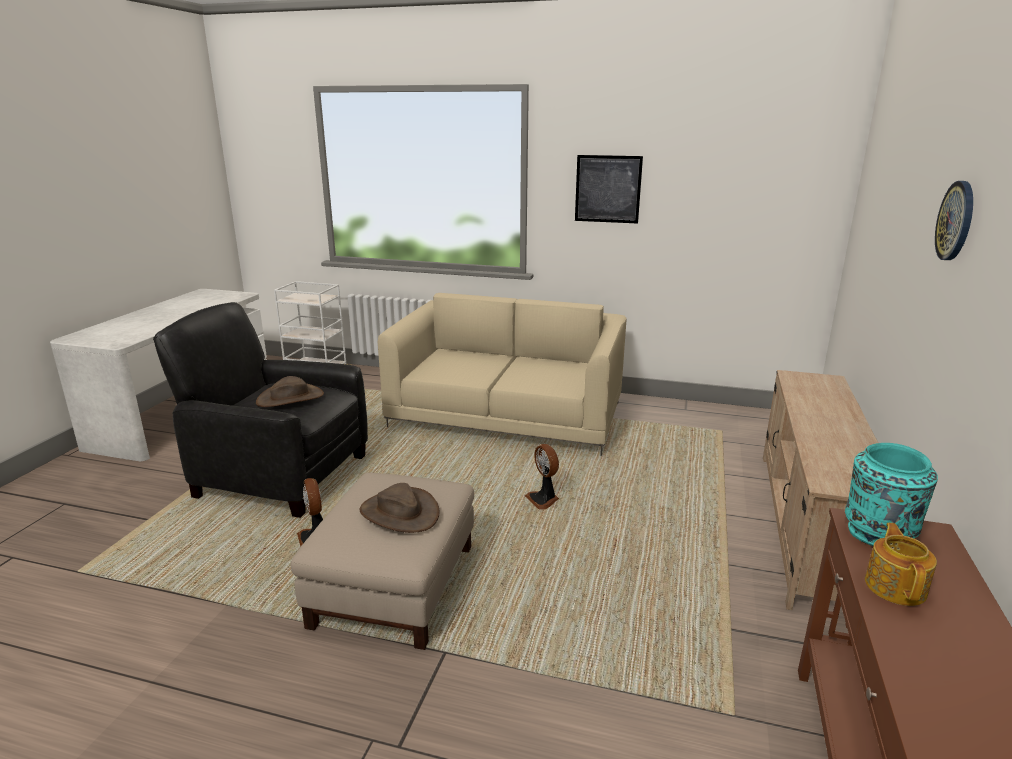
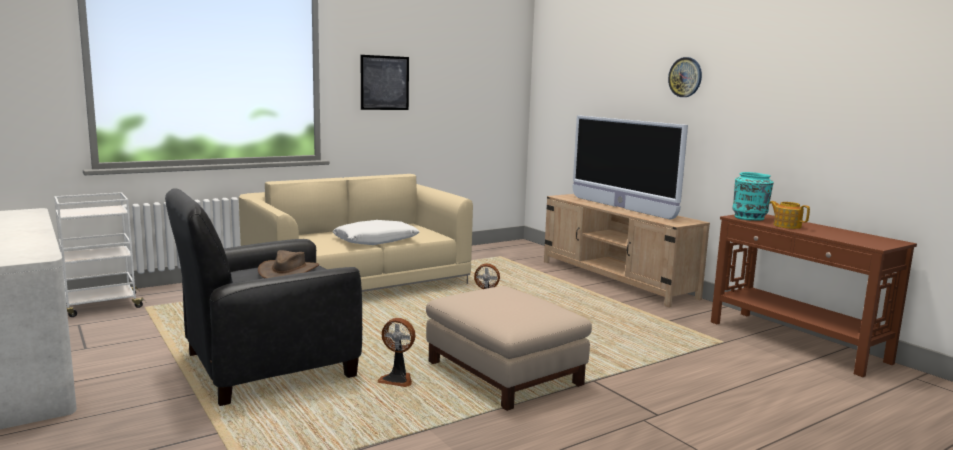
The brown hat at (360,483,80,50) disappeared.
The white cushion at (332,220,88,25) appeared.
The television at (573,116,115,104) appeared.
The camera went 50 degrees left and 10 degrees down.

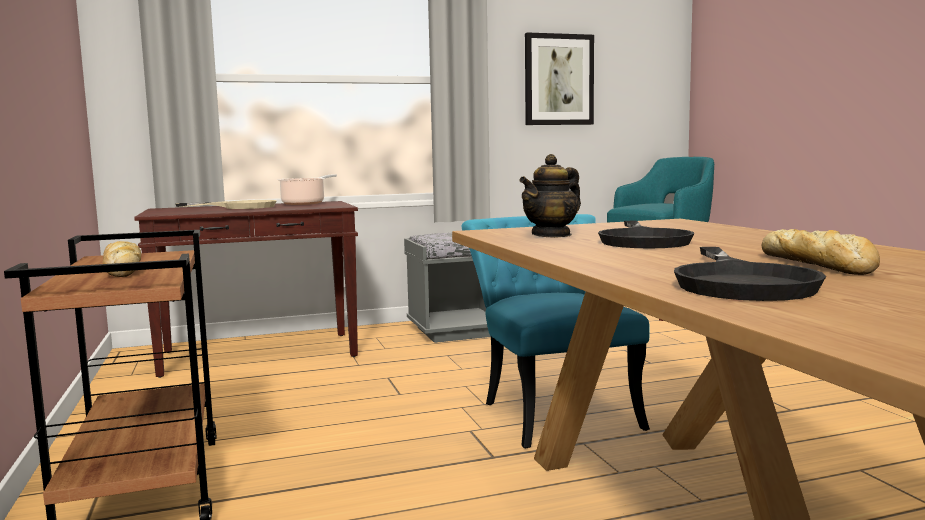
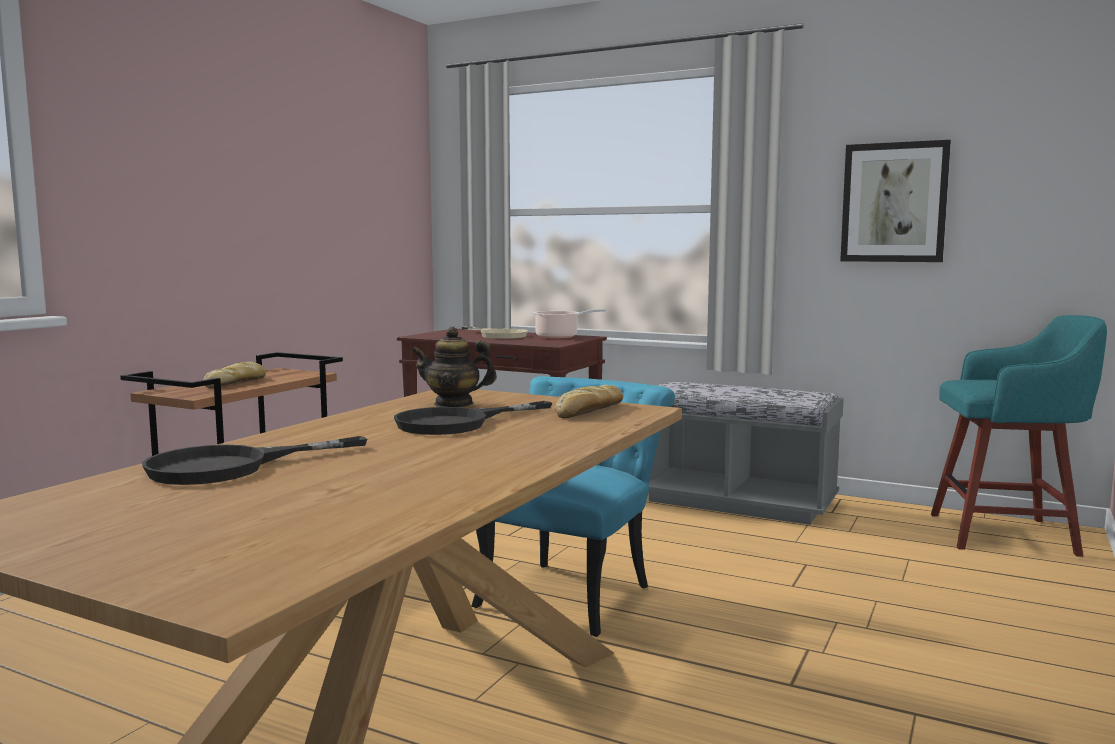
The baked bread moved from (762,229,118,46) to (555,385,68,33).
The camera went 45 degrees right and 0 degrees up.

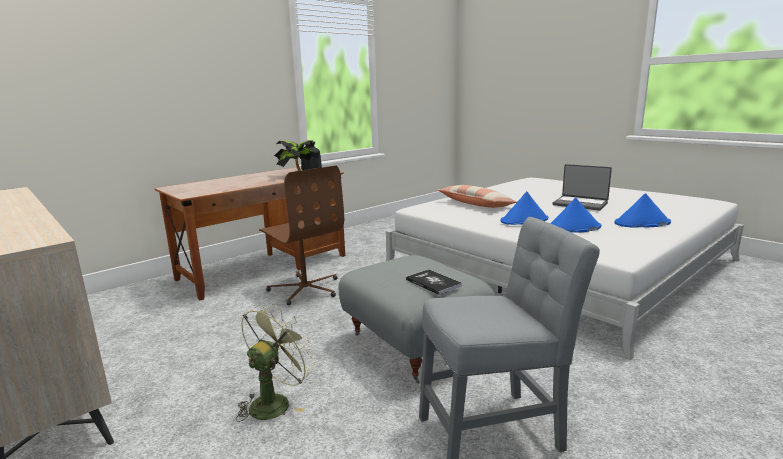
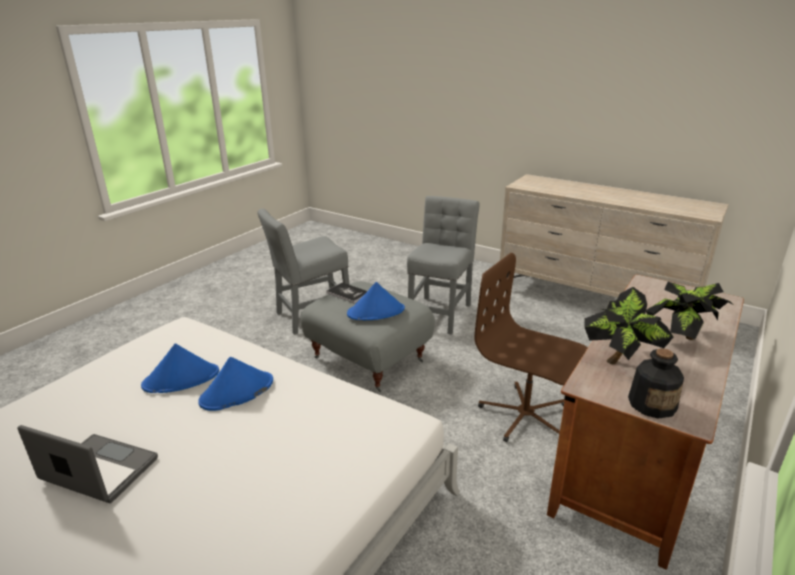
The greenish cooling fan at (236,304,80,118) was replaced by the gray chair at (407,196,73,139).
The cushion at (438,185,79,23) disappeared.
The bluish hat moved from (614,193,57,34) to (347,282,58,38).
The houseplant at (646,282,87,58) appeared.
The camera went 165 degrees right and 10 degrees up.

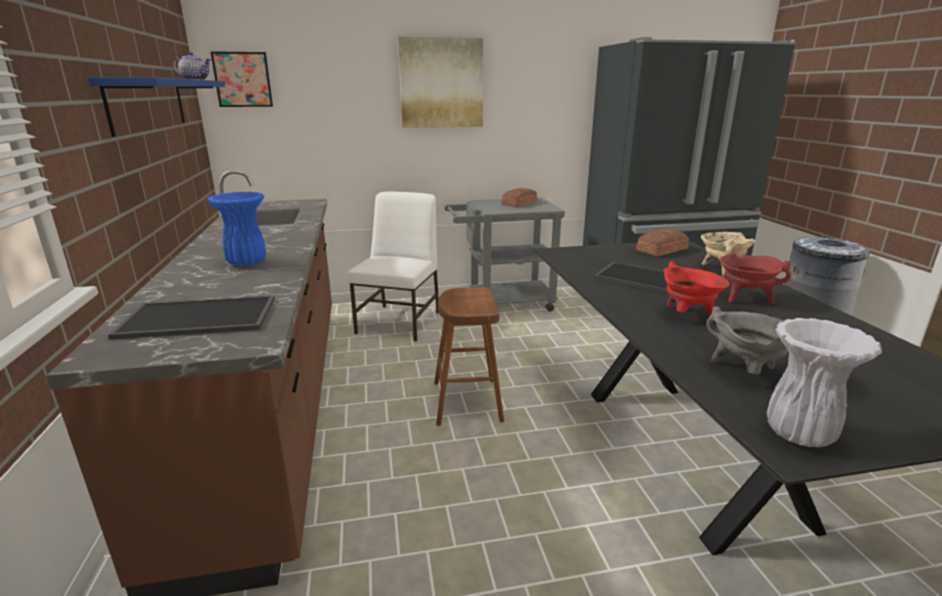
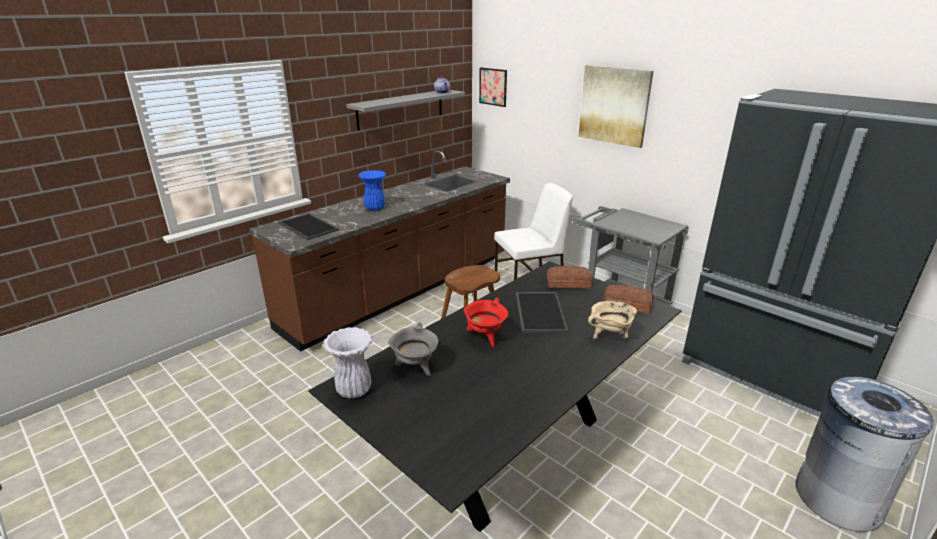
The bluish shelf at (88,77,137,60) became the gray shelf at (346,90,119,41).
The baked bread moved from (501,188,36,19) to (547,266,45,23).
The red saucepot at (720,253,71,51) disappeared.
The camera went 55 degrees right and 5 degrees up.

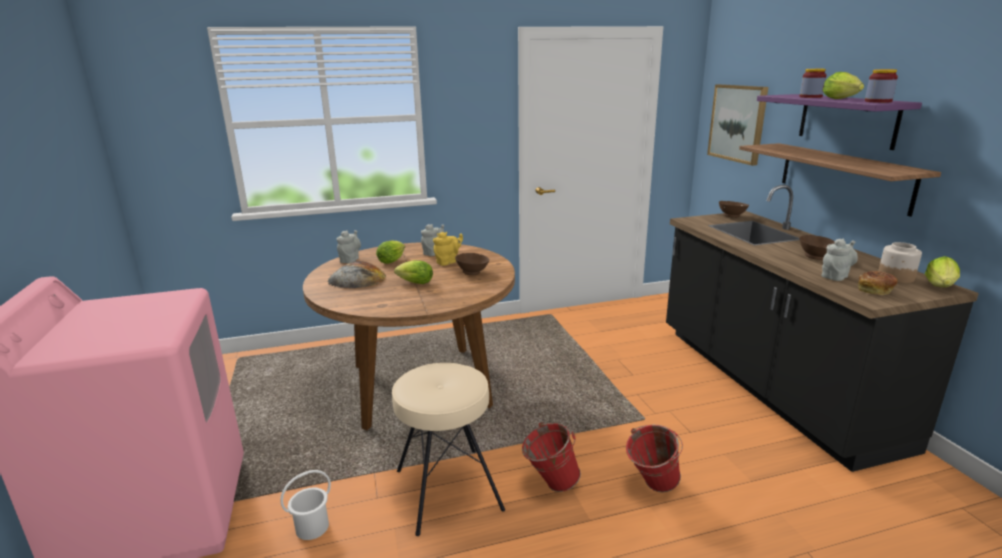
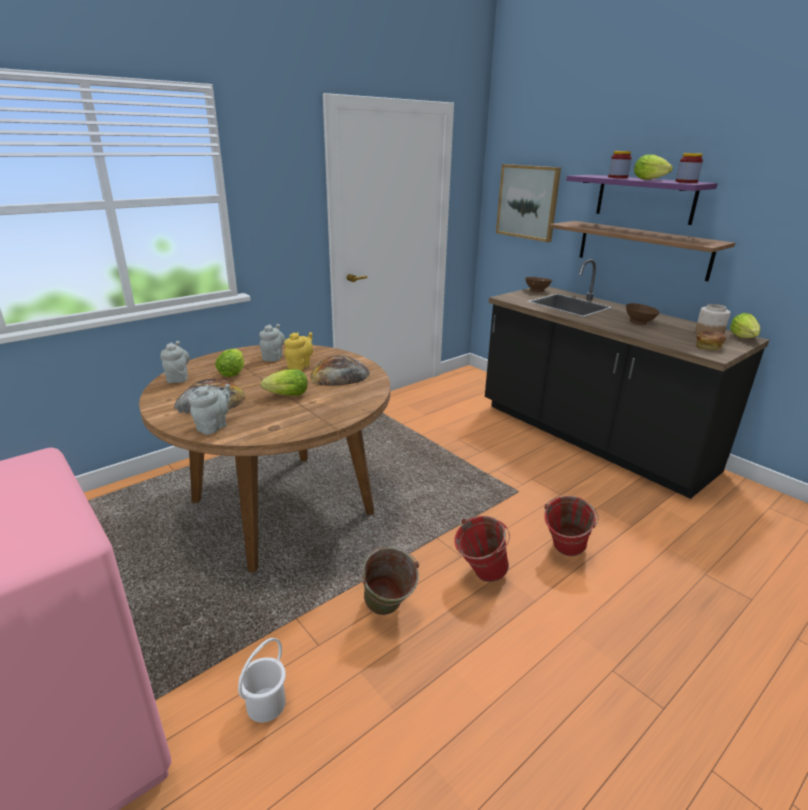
The sand-coloured stool seat at (392,363,113,173) was replaced by the greenish bucket at (359,547,60,68).
The brown serving bowl at (455,253,34,22) was replaced by the baked bread at (310,355,60,31).
The gray tea pot moved from (822,239,36,42) to (189,384,41,51).
The camera went 25 degrees left and 5 degrees up.

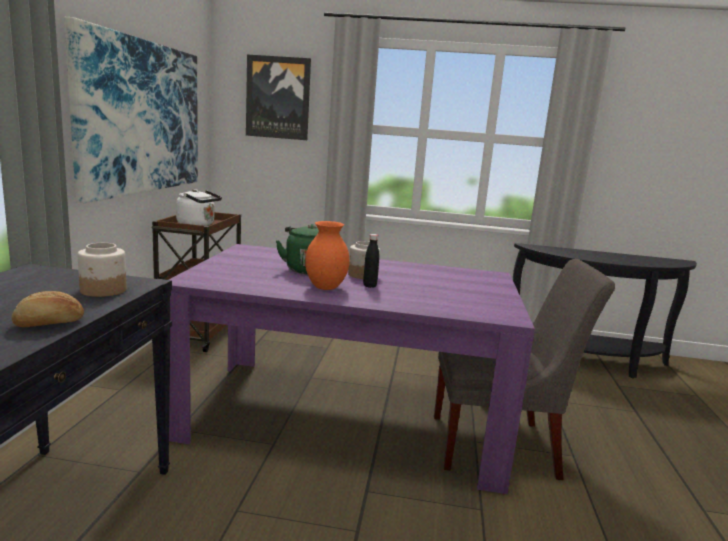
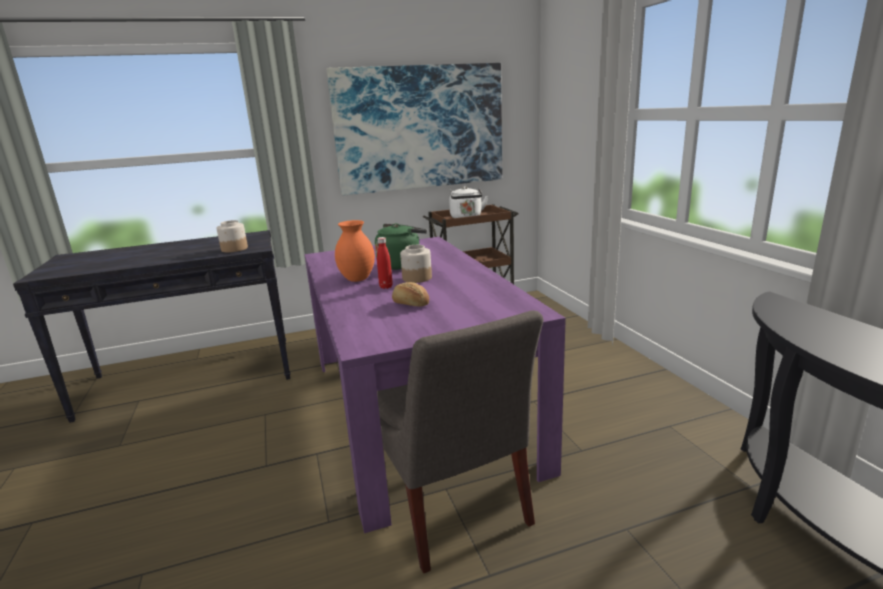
The baked bread moved from (12,291,72,36) to (392,282,37,25).
The wall art at (246,54,65,86) disappeared.
The black-coloured bottle at (363,234,16,54) became the red bottle at (377,237,16,52).
The camera went 65 degrees right and 5 degrees up.

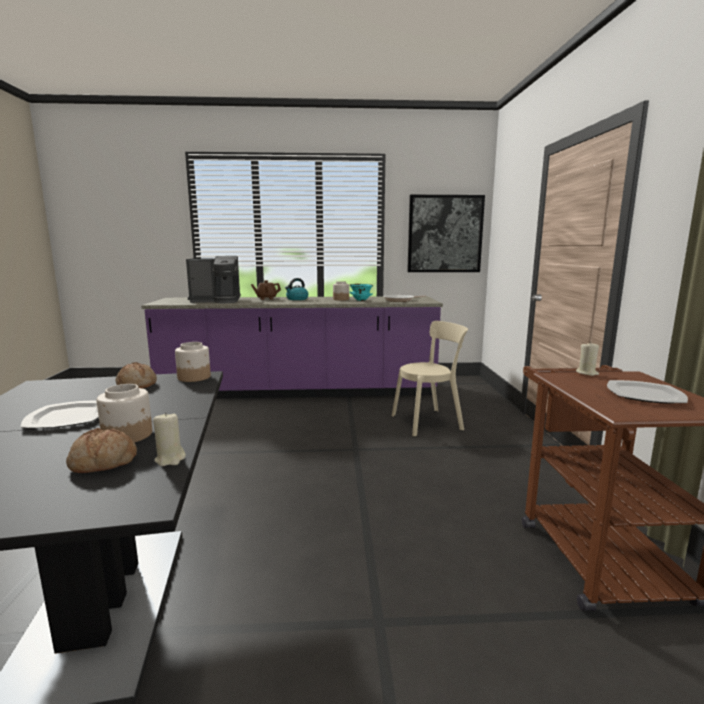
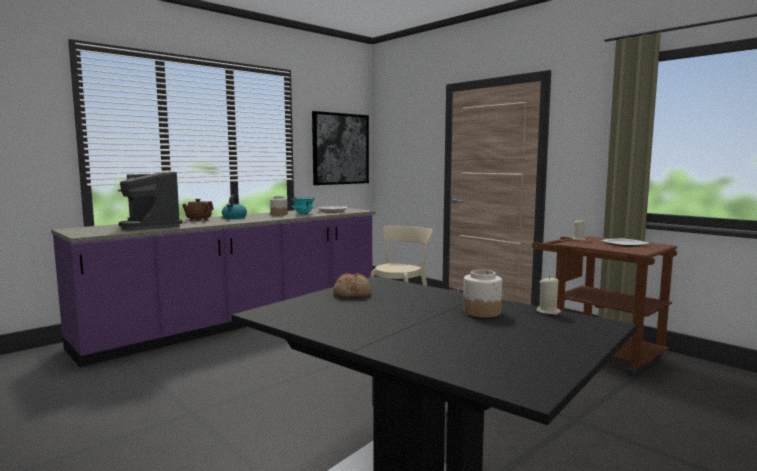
The flat dish at (20,401,79,27) disappeared.
The baked bread at (66,428,71,45) disappeared.
The storage jar at (175,342,36,40) disappeared.
The coffee machine at (186,256,55,47) turned 105 degrees clockwise.
The camera went 40 degrees left and 5 degrees down.

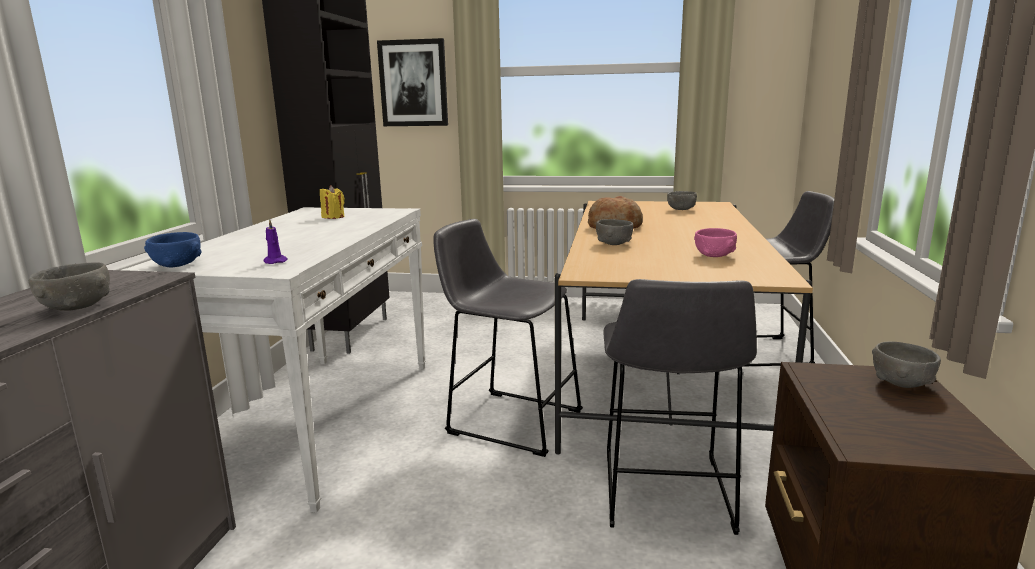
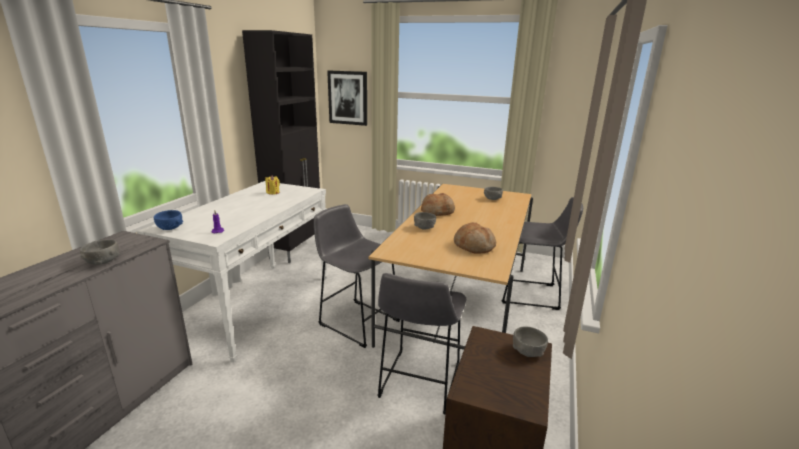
The pinkish serving bowl at (694,228,43,29) was replaced by the baked bread at (454,222,42,32).
The camera went 10 degrees right and 5 degrees up.

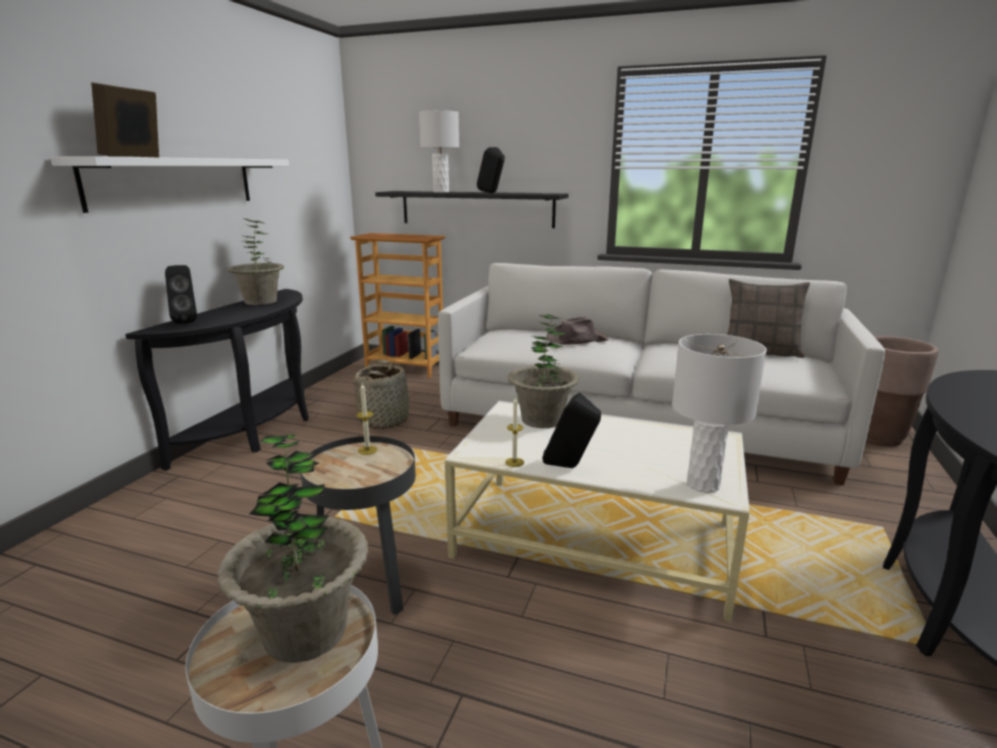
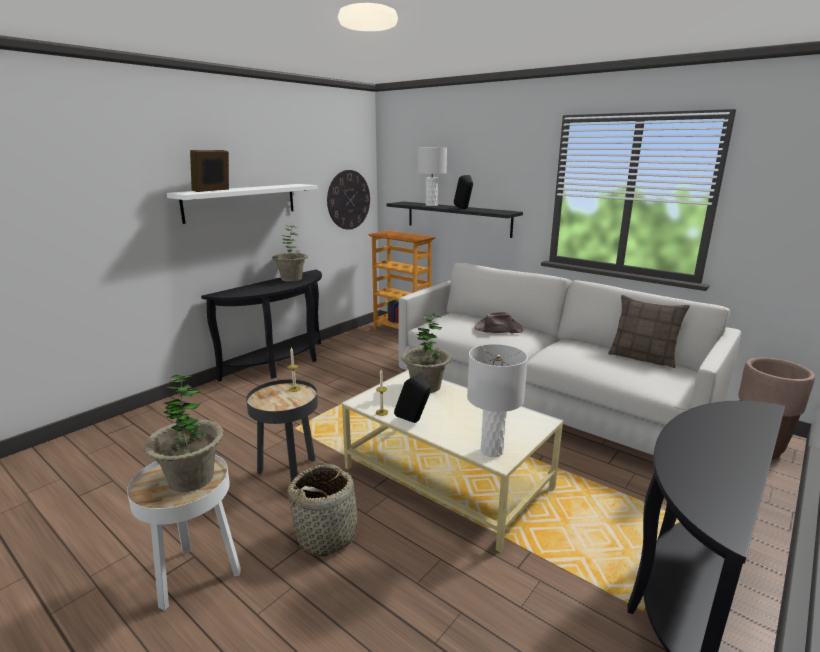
The black-coloured audio speaker at (165,265,32,59) disappeared.
The storage basket moved from (354,360,55,69) to (287,463,78,93).
The wall clock at (327,170,43,60) appeared.
The camera went 20 degrees right and 0 degrees up.

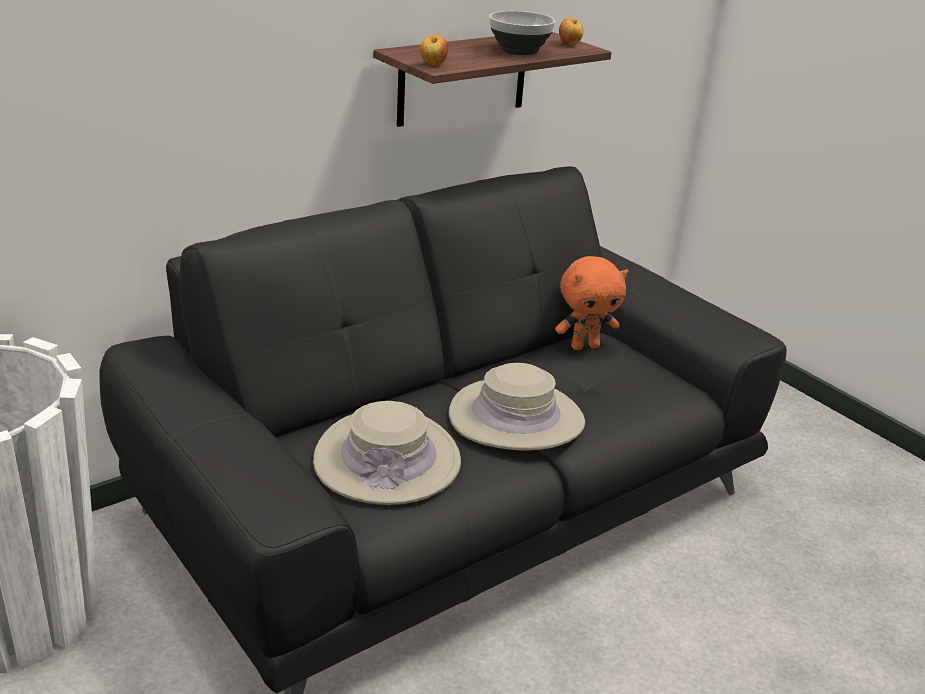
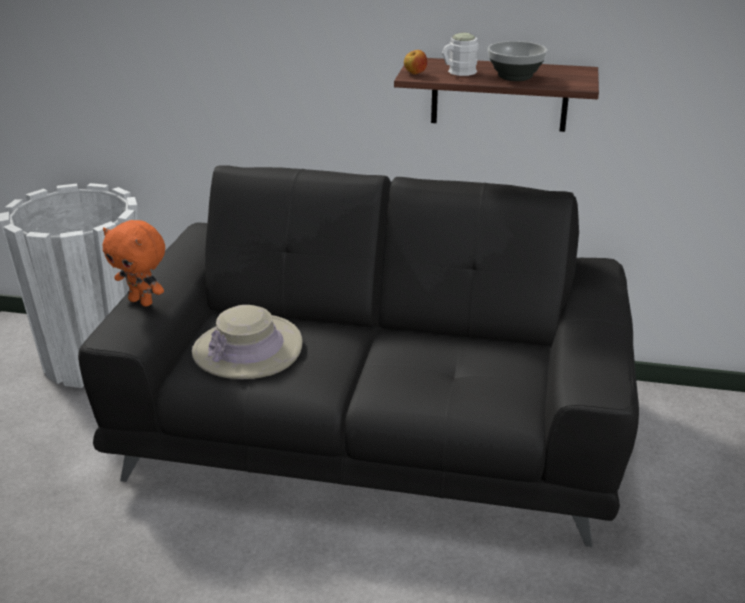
The sand-coloured hat at (449,363,136,87) disappeared.
The orange-coloured cuddly toy moved from (555,256,73,94) to (103,220,62,87).
The whole apple at (559,18,25,27) disappeared.
The white mug at (442,33,37,43) appeared.
The camera went 50 degrees right and 0 degrees up.

